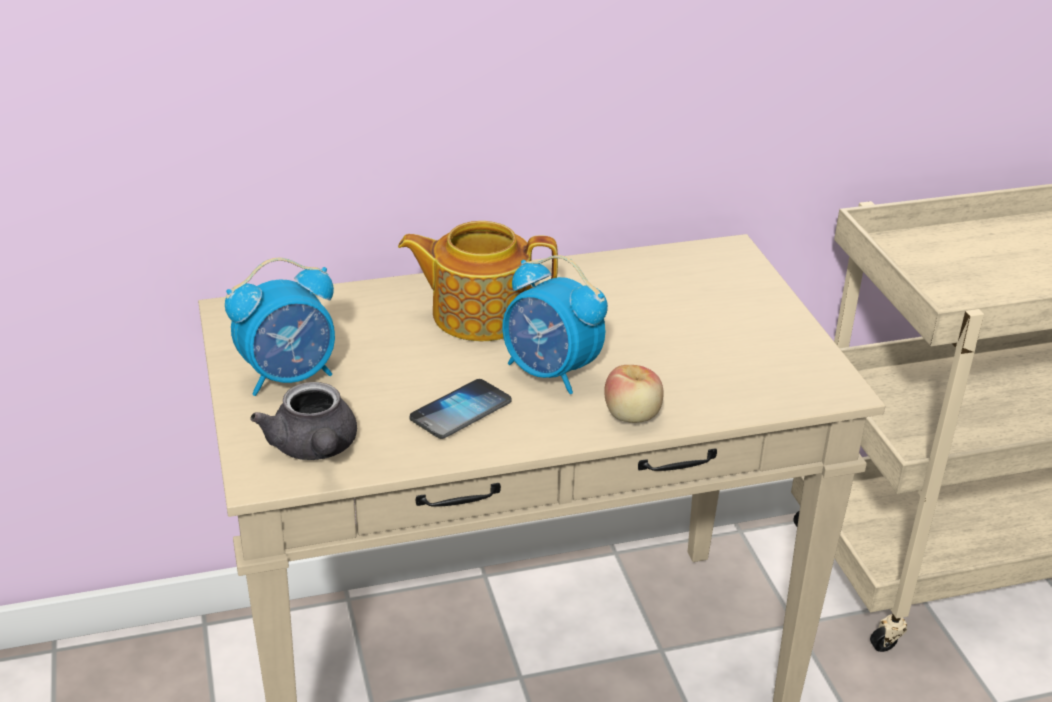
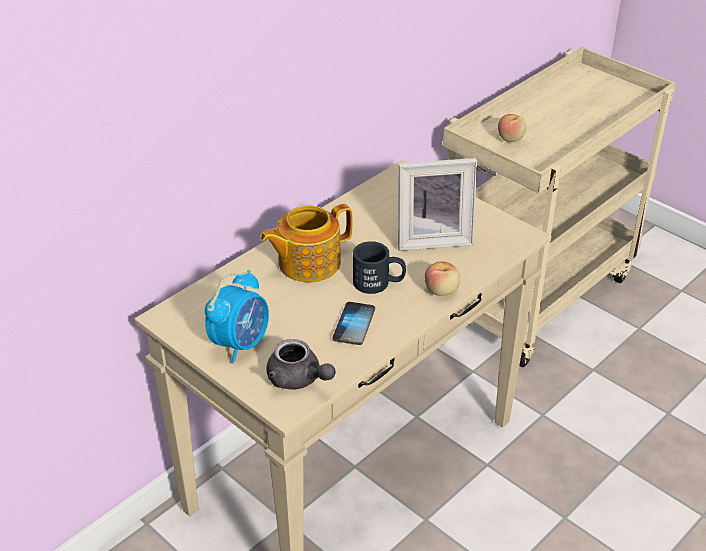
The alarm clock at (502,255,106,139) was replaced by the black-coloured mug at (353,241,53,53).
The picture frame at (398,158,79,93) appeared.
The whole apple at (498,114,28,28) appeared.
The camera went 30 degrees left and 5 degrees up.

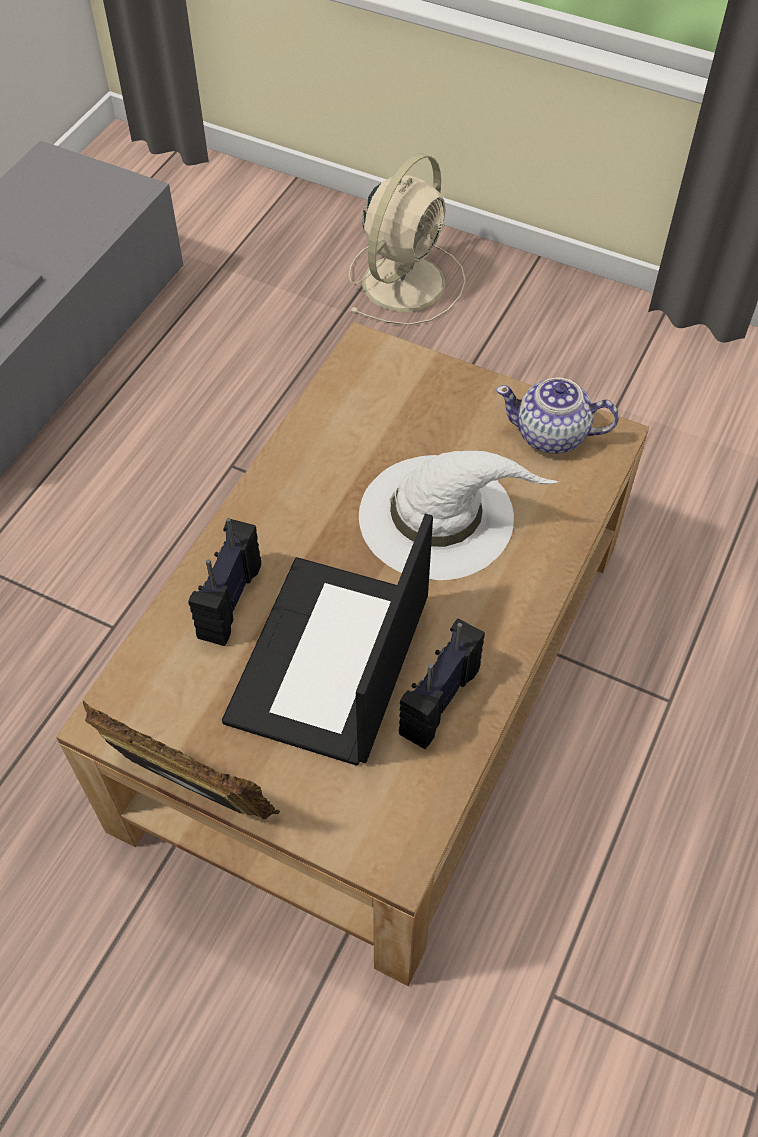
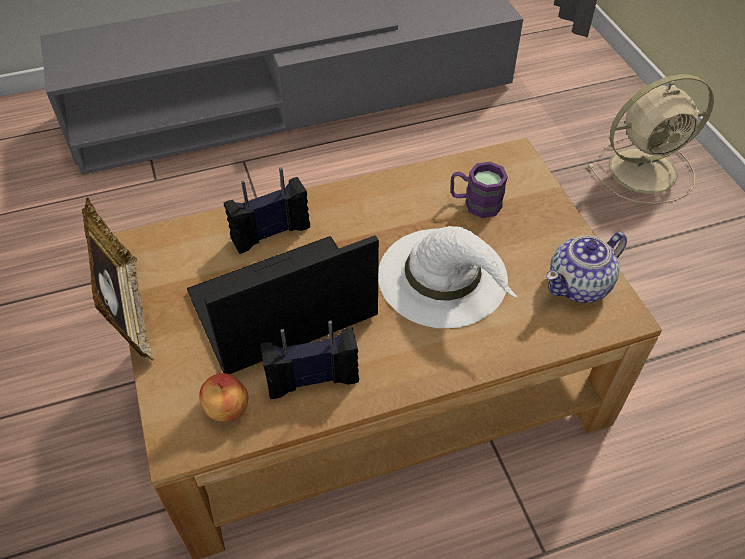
The tea pot at (496,377,123,77) turned 90 degrees counterclockwise.
The whole apple at (199,373,49,49) appeared.
The purple-coloured mug at (451,162,57,56) appeared.
The camera went 45 degrees right and 5 degrees down.

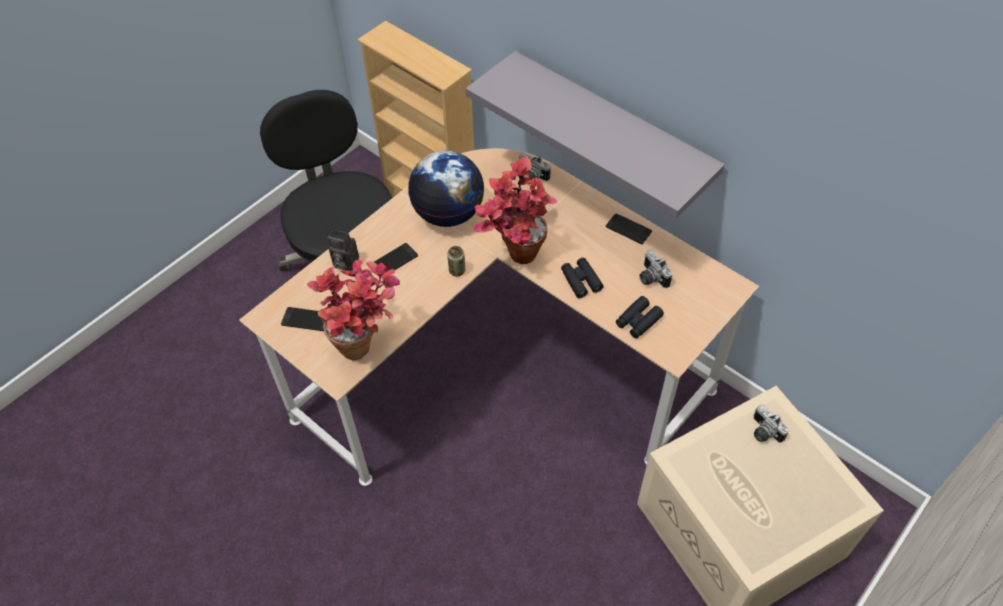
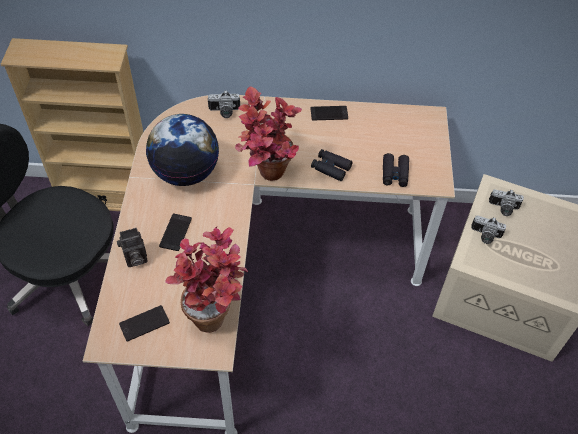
The can at (447,246,18,30) disappeared.
The gray shelf at (466,51,259,167) disappeared.
The still camera moved from (639,250,34,38) to (471,215,35,29).
The camera went 40 degrees left and 0 degrees up.

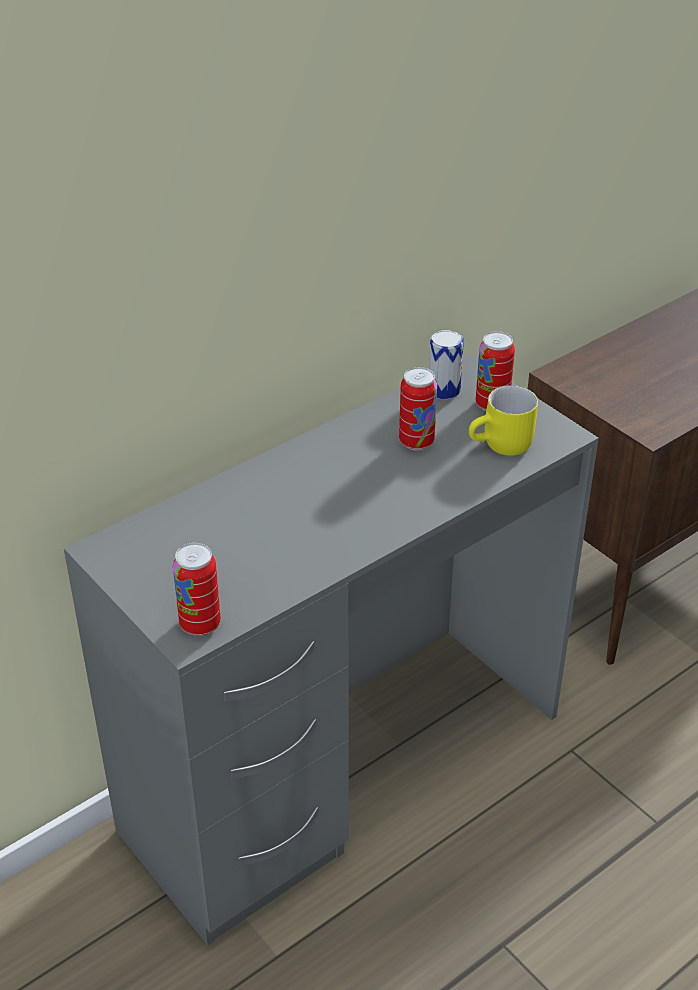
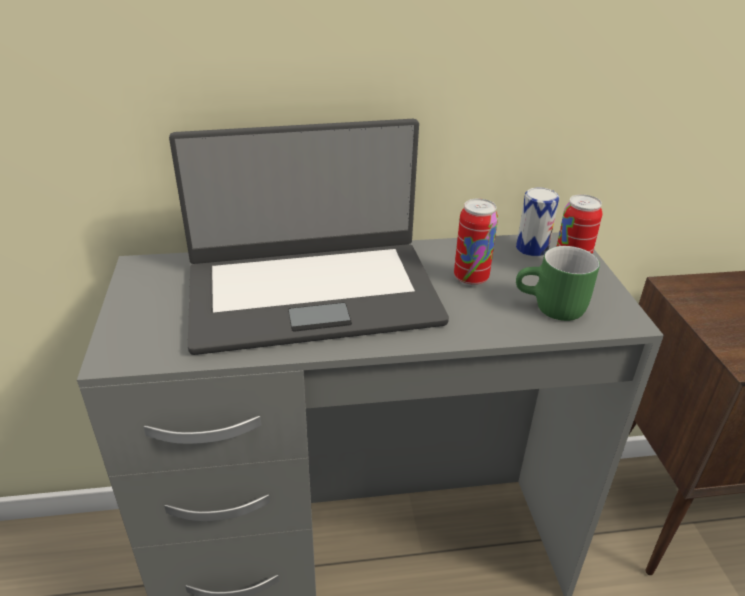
The can at (173,543,48,93) disappeared.
The yellow mug at (469,385,69,71) became the greenish mug at (516,246,84,75).
The laptop at (169,119,280,236) appeared.
The camera went 30 degrees right and 5 degrees down.

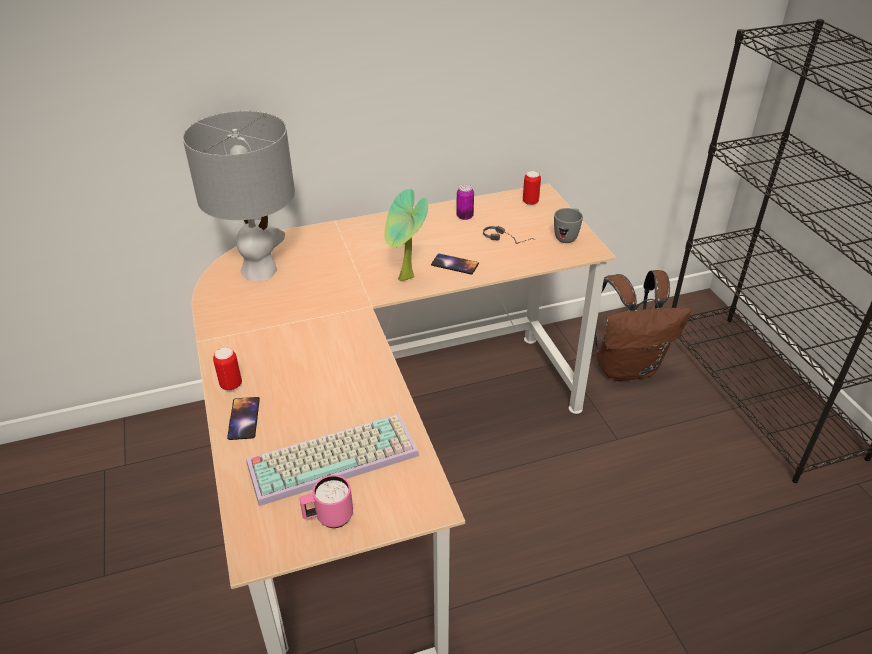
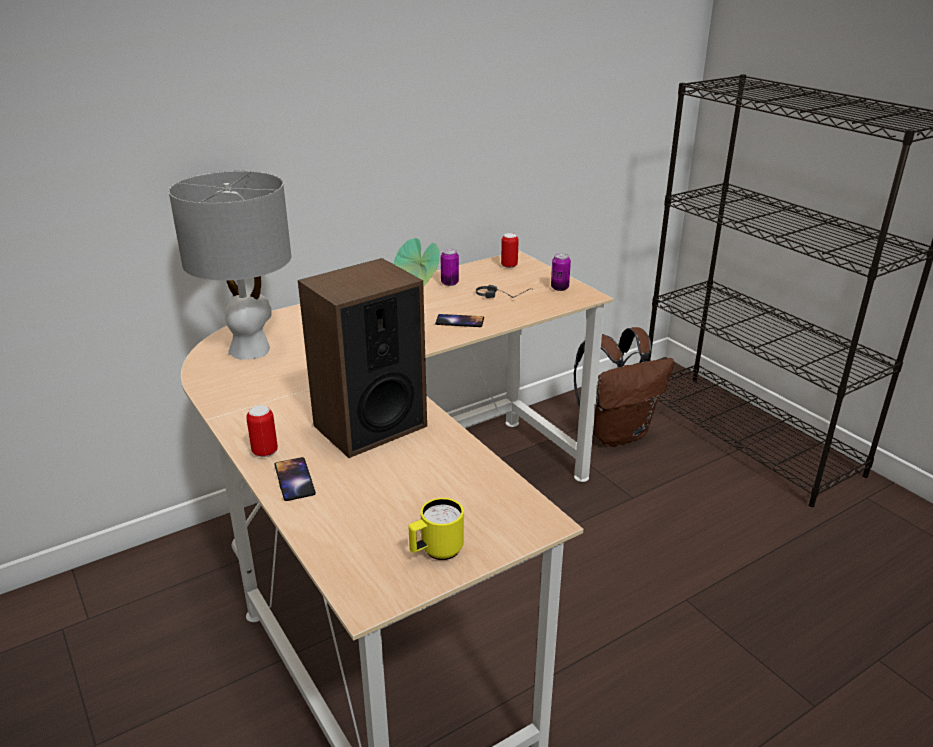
The computer keyboard at (246,414,173,92) disappeared.
The pinkish mug at (300,475,53,53) became the yellow mug at (408,498,56,62).
The gray mug at (554,208,29,35) was replaced by the can at (551,253,20,38).
The audio speaker at (298,258,129,200) appeared.
The camera went 15 degrees left and 10 degrees down.

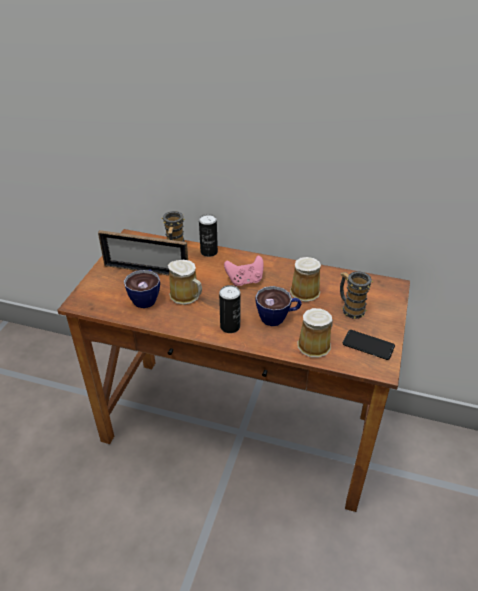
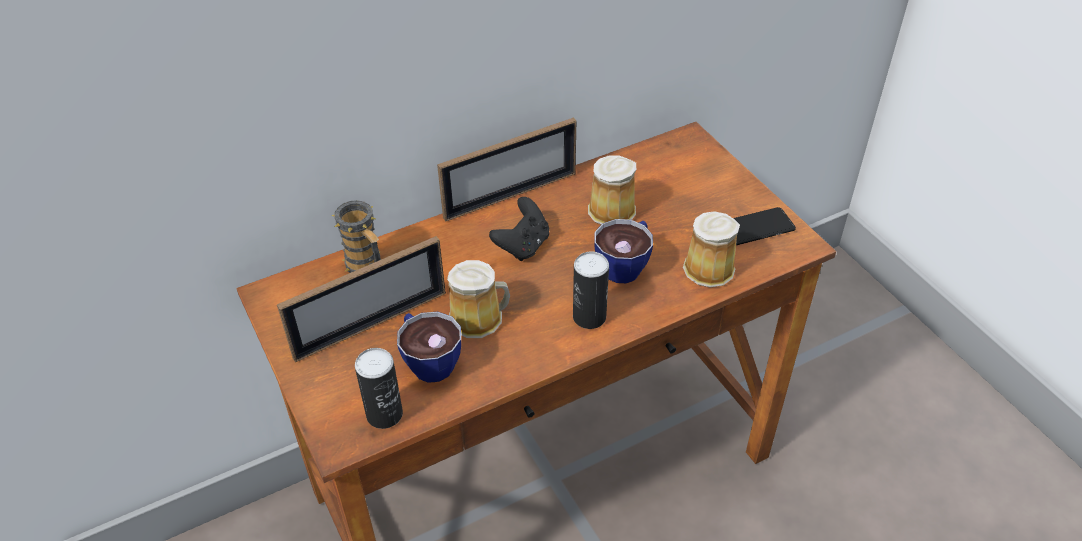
The can moved from (199,214,19,43) to (355,348,48,81).
The pinkish joypad at (224,256,40,30) became the black-coloured joypad at (489,197,60,64).
The mug at (340,271,33,48) disappeared.
The picture frame at (437,117,139,105) appeared.
The camera went 45 degrees left and 5 degrees up.

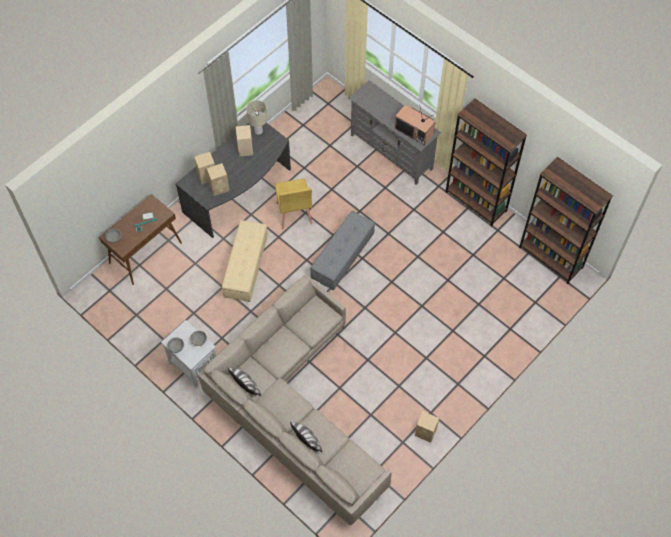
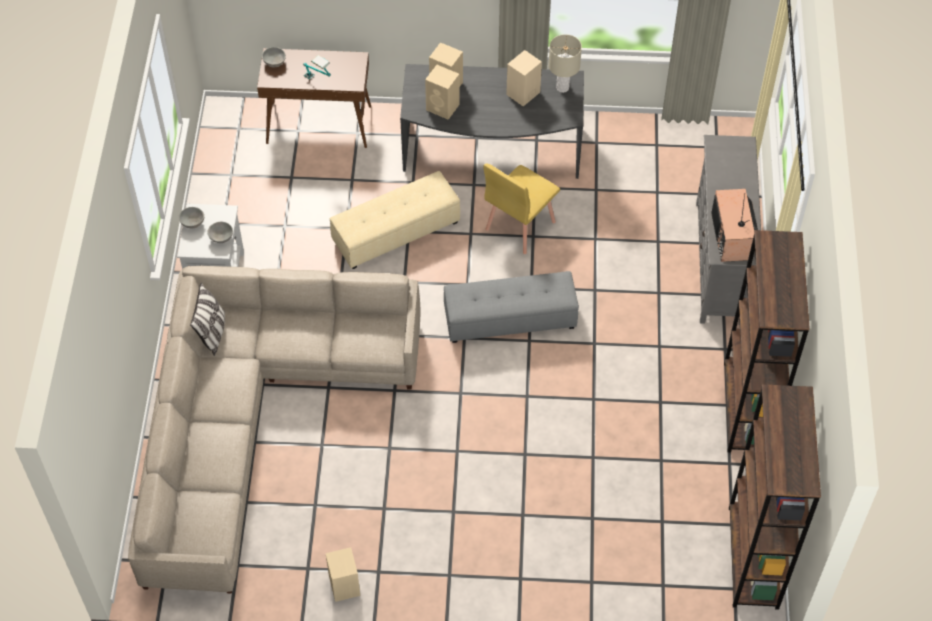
The cushion at (290,422,32,30) disappeared.
The camera went 50 degrees right and 5 degrees down.

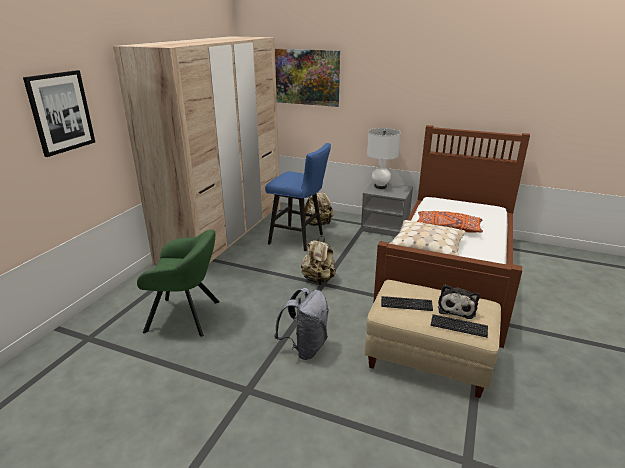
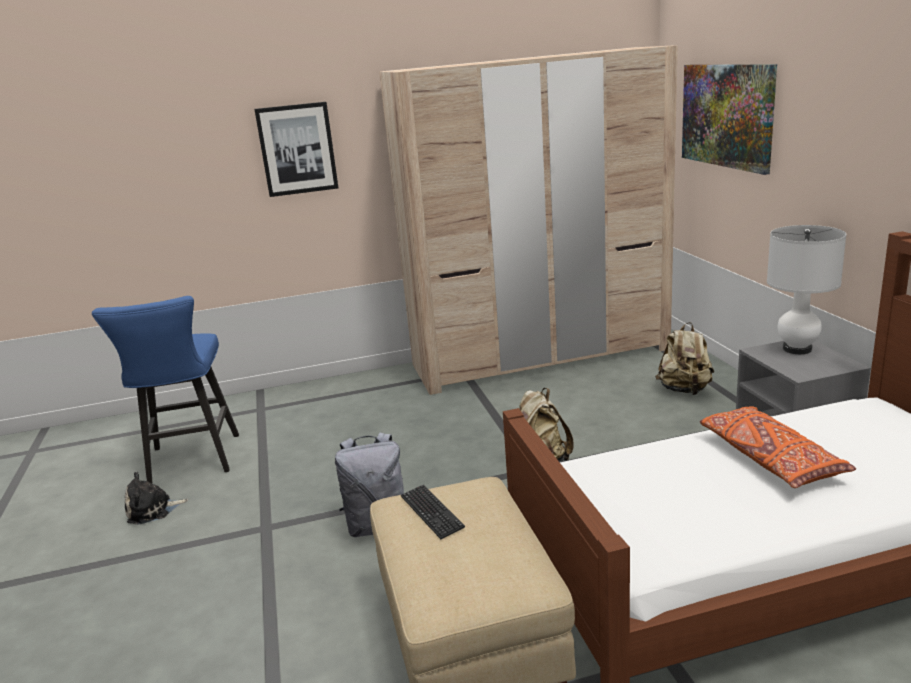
The greenish easy chair at (137,230,83,107) disappeared.
The bluish stool seat moved from (265,143,66,108) to (92,296,147,187).
The sand-coloured cushion at (389,220,77,36) disappeared.
The computer keyboard at (430,314,58,24) disappeared.
The cuddly toy moved from (438,285,41,34) to (125,472,63,53).
The camera went 55 degrees right and 5 degrees down.

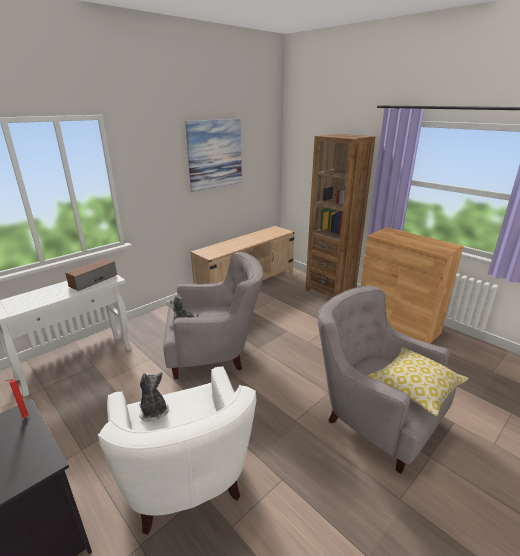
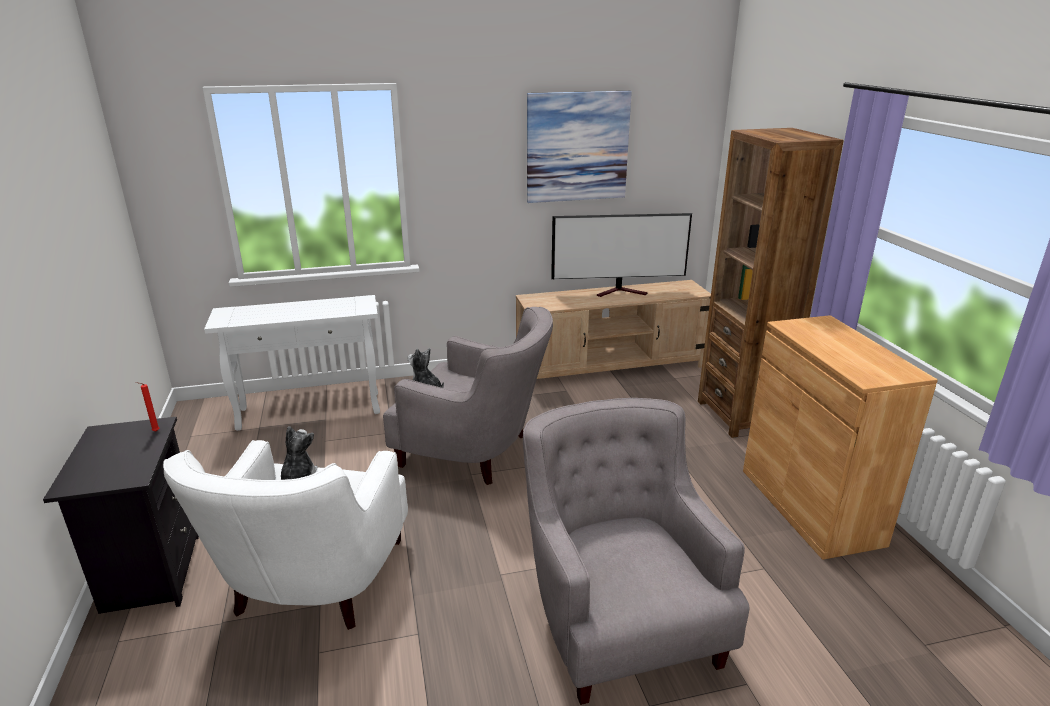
The audio speaker at (65,258,52,33) disappeared.
The cushion at (367,347,102,69) disappeared.
The television at (551,213,141,84) appeared.
The camera went 30 degrees right and 0 degrees up.

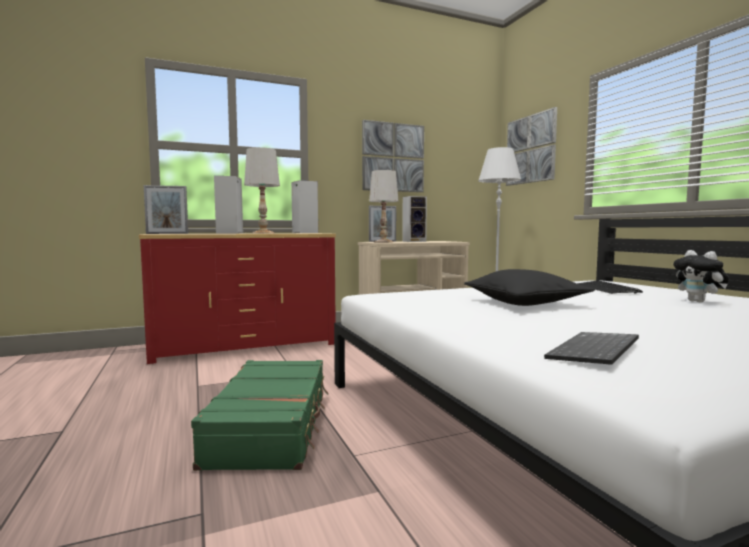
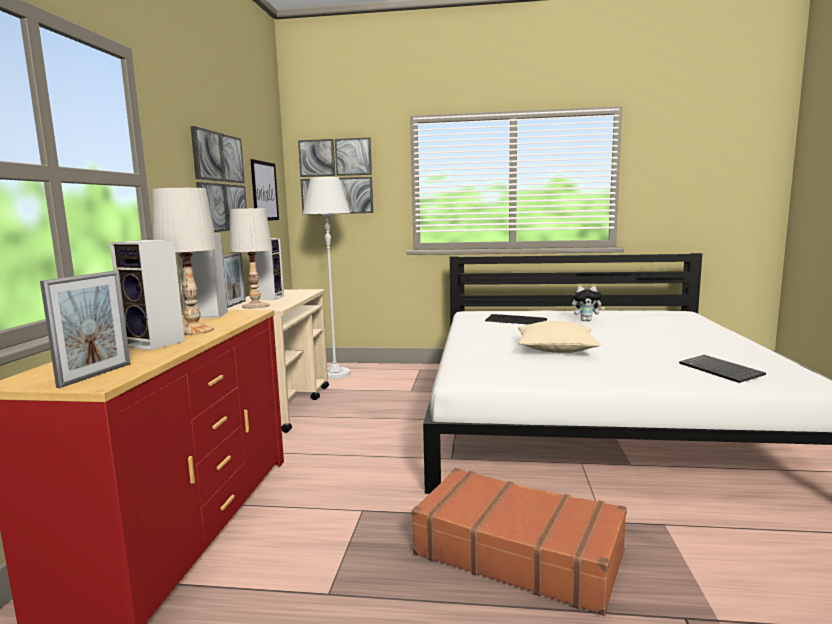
The greenish piece of luggage at (191,360,137,111) became the brown piece of luggage at (412,468,215,148).
The black-coloured cushion at (464,269,131,37) became the sand-coloured cushion at (518,321,83,32).
The wall art at (250,159,29,62) appeared.
The camera went 60 degrees left and 5 degrees up.

